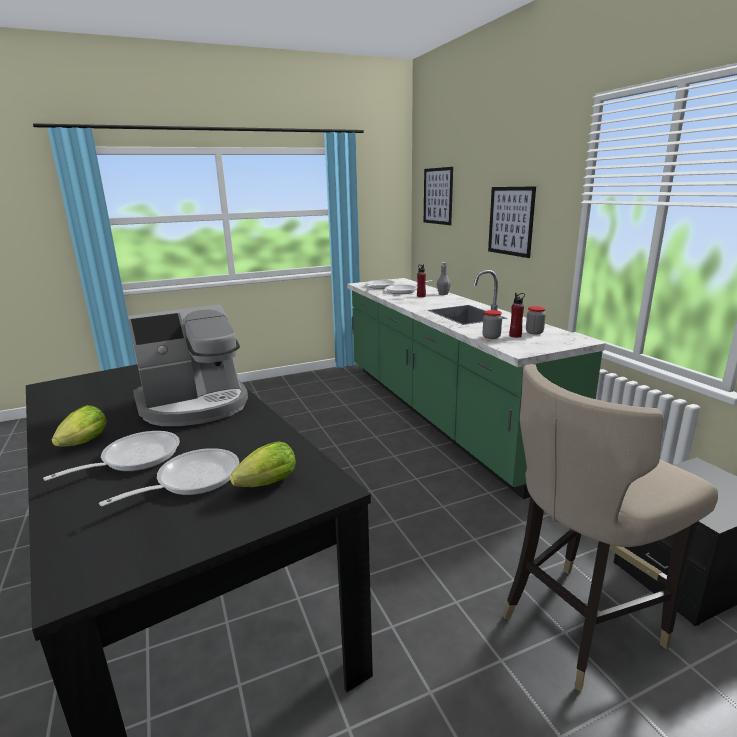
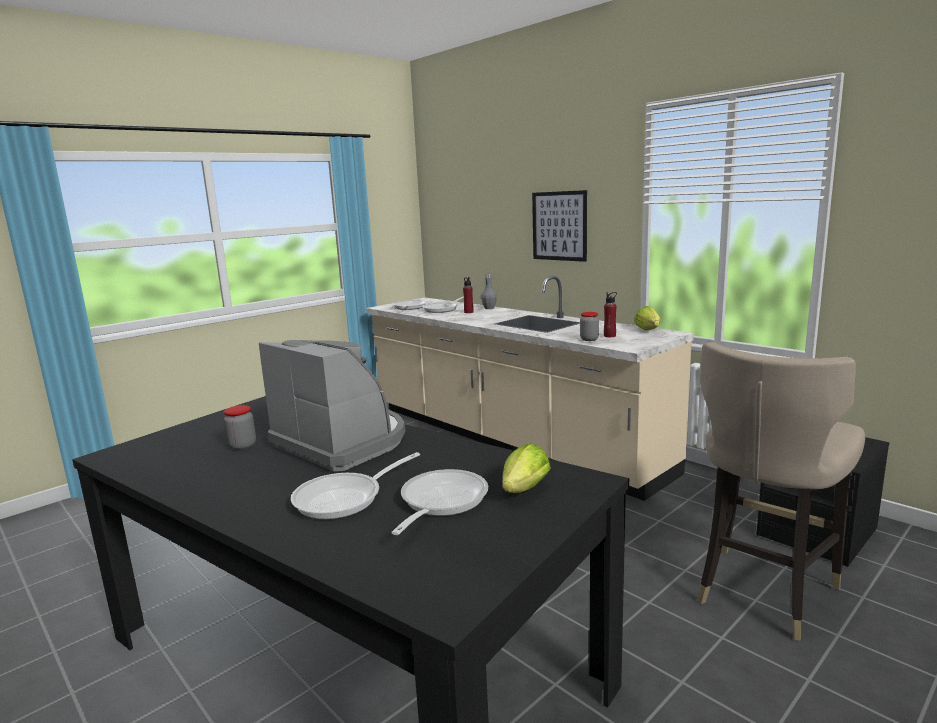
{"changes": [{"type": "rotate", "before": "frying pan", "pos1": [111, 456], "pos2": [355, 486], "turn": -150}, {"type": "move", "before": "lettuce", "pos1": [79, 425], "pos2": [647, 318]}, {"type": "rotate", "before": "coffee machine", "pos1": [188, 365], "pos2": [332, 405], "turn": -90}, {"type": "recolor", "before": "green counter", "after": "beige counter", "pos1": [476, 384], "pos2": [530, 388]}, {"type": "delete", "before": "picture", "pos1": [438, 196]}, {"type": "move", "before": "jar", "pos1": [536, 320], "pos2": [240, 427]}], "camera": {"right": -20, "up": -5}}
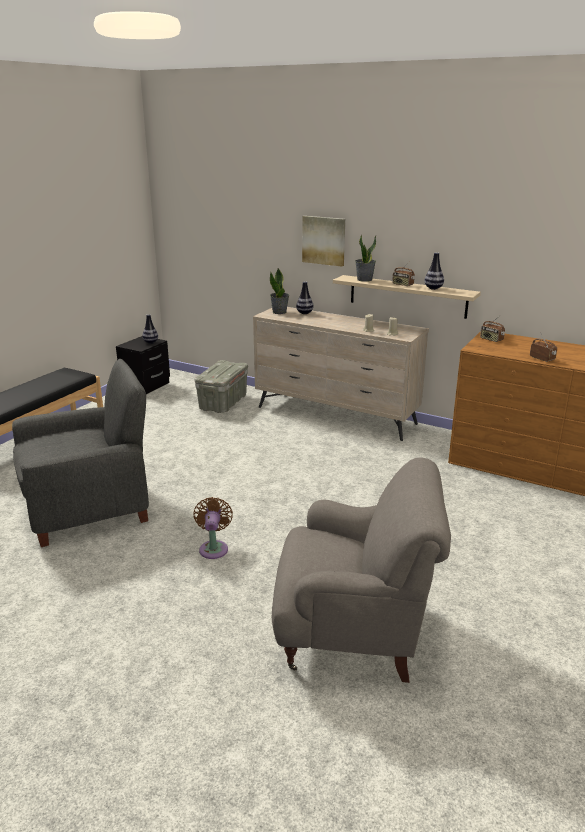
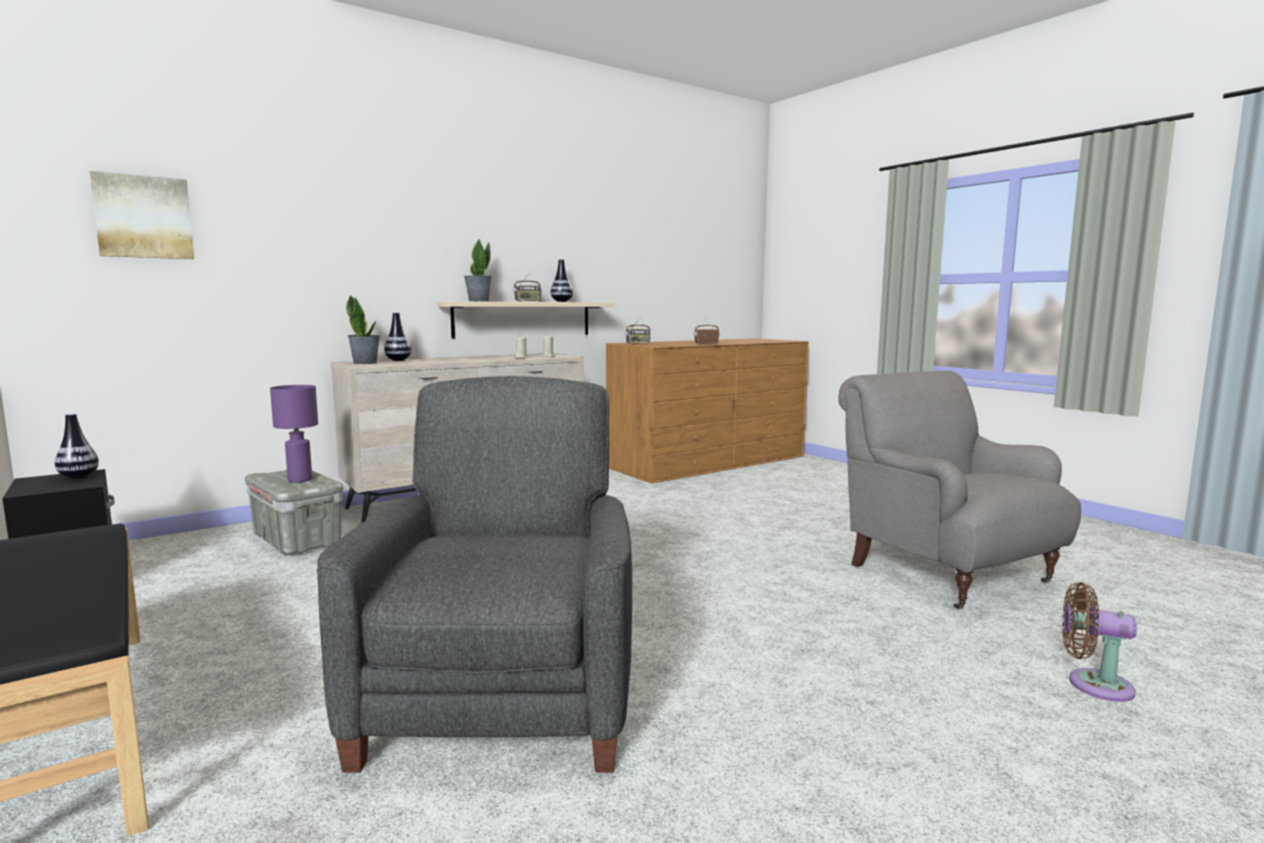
{"changes": [{"type": "move", "before": "brown fan", "pos1": [213, 528], "pos2": [1099, 642]}, {"type": "rotate", "before": "grey armchair", "pos1": [361, 570], "pos2": [960, 489], "turn": -60}, {"type": "move", "before": "picture", "pos1": [323, 241], "pos2": [142, 215]}, {"type": "insert", "after": "purple table lamp", "pos2": [294, 434]}], "camera": {"right": -65, "up": -15}}
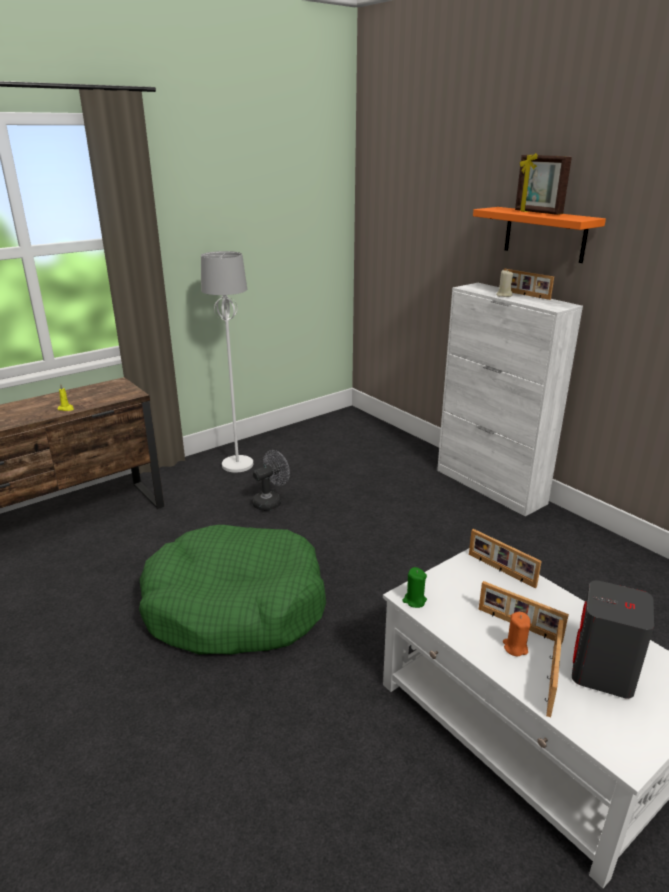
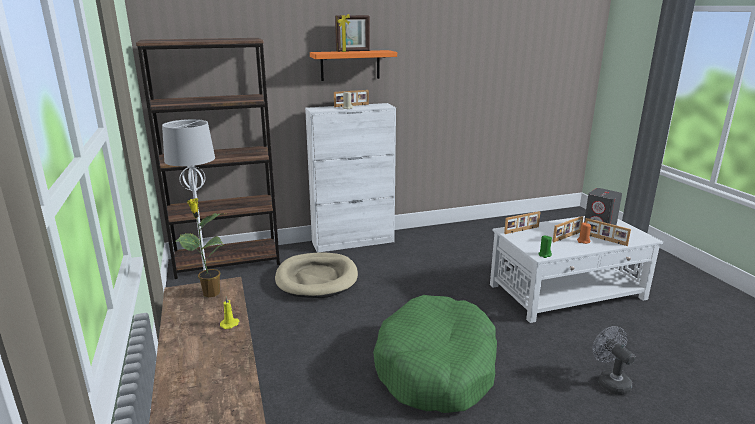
{"changes": [{"type": "move", "before": "grey fan", "pos1": [271, 480], "pos2": [613, 360]}, {"type": "insert", "after": "brown bookcase", "pos2": [208, 158]}, {"type": "insert", "after": "potted plant", "pos2": [201, 248]}, {"type": "insert", "after": "beige dog bed", "pos2": [316, 275]}], "camera": {"right": -70, "up": -5}}
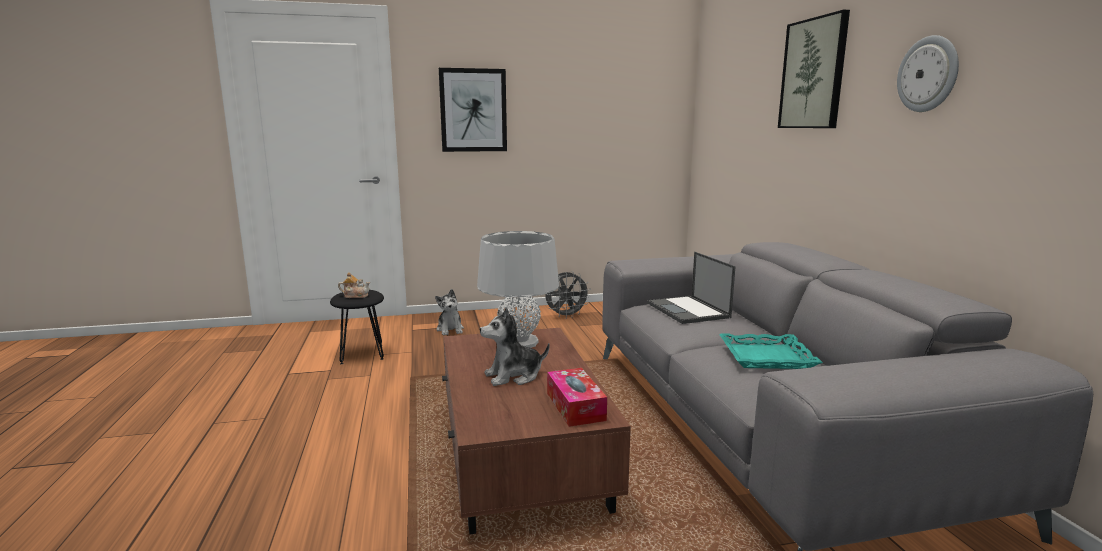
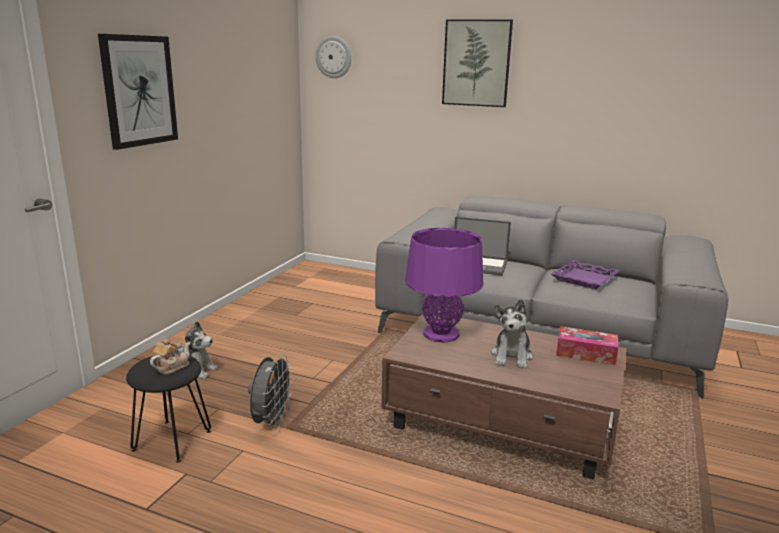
{"changes": [{"type": "recolor", "before": "grey table lamp", "after": "purple table lamp", "pos1": [518, 289], "pos2": [444, 285]}, {"type": "move", "before": "grey fan", "pos1": [568, 295], "pos2": [271, 392]}, {"type": "recolor", "before": "turquoise tray", "after": "purple tray", "pos1": [771, 351], "pos2": [585, 274]}, {"type": "move", "before": "wall clock", "pos1": [928, 73], "pos2": [333, 57]}], "camera": {"right": -55, "up": 5}}
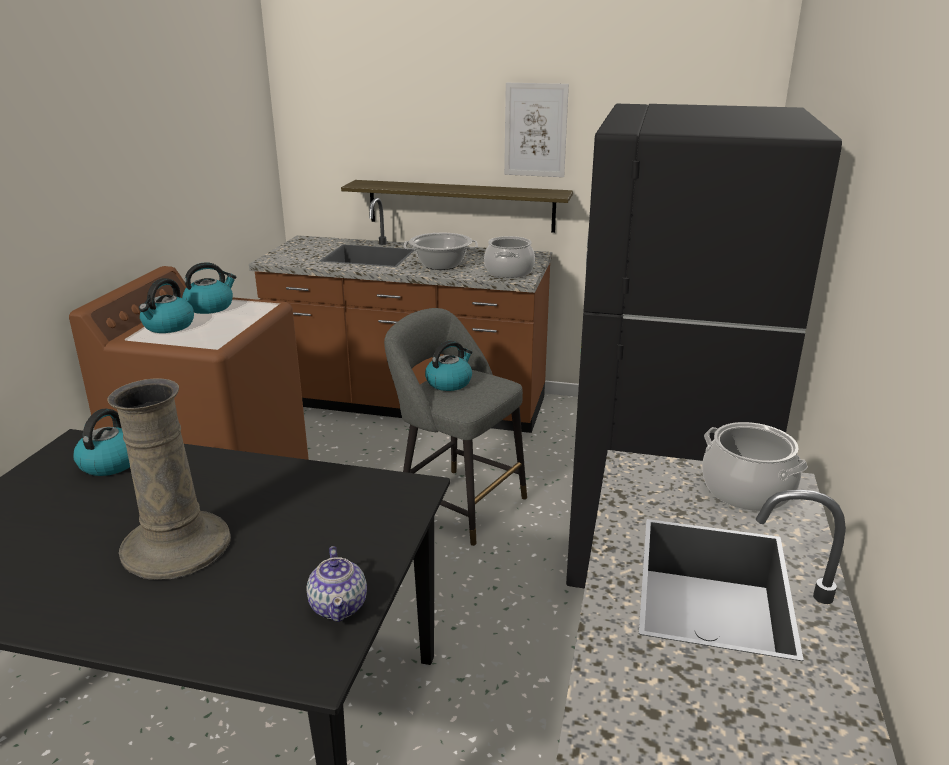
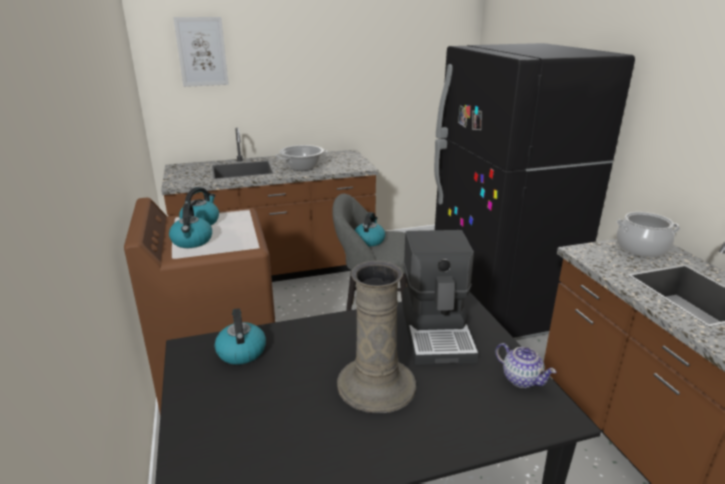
{"changes": [{"type": "delete", "before": "shelf", "pos1": [457, 206]}, {"type": "delete", "before": "cooking pot", "pos1": [509, 257]}, {"type": "move", "before": "picture", "pos1": [536, 130], "pos2": [201, 52]}, {"type": "insert", "after": "coffee machine", "pos2": [440, 297]}], "camera": {"right": -30, "up": 0}}
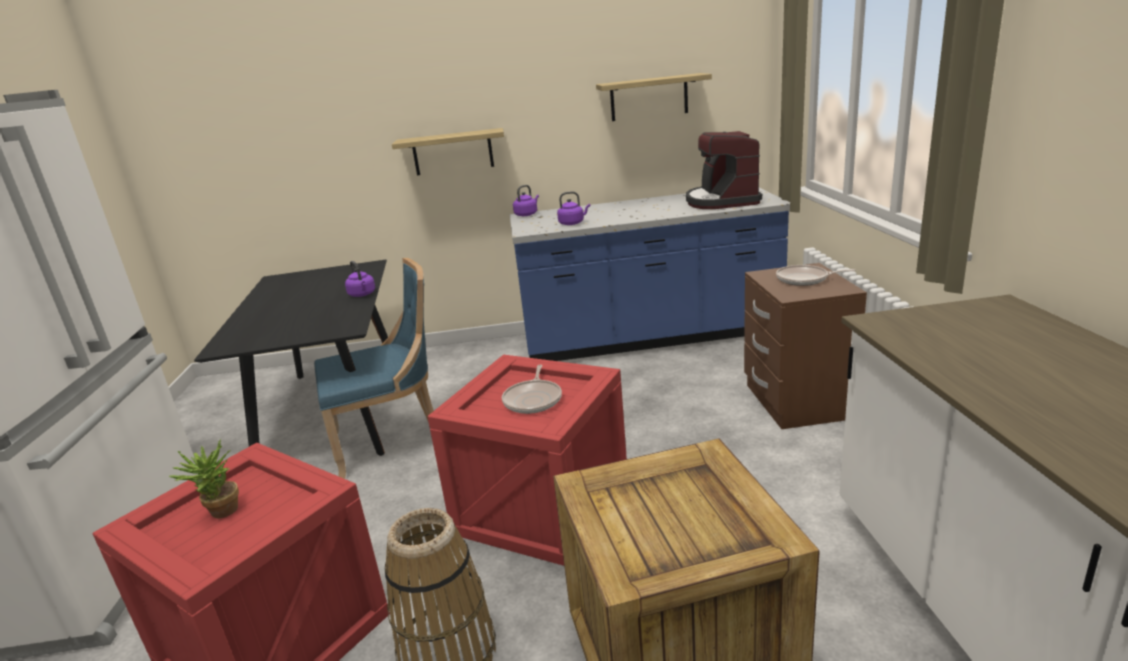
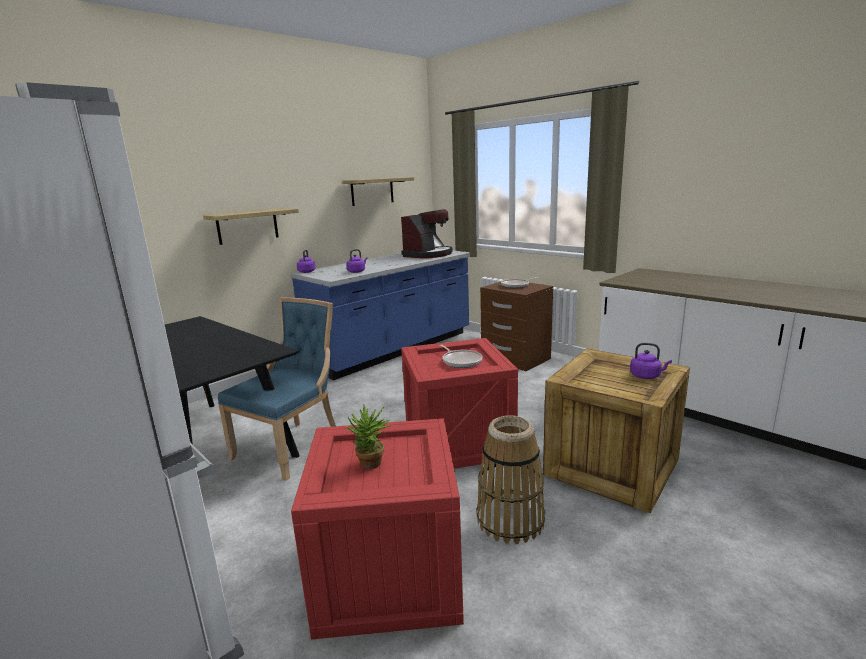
{"changes": [{"type": "move", "before": "purple kettle", "pos1": [360, 279], "pos2": [651, 361]}, {"type": "rotate", "before": "coffee machine", "pos1": [724, 170], "pos2": [427, 233], "turn": -105}], "camera": {"right": -40, "up": -5}}
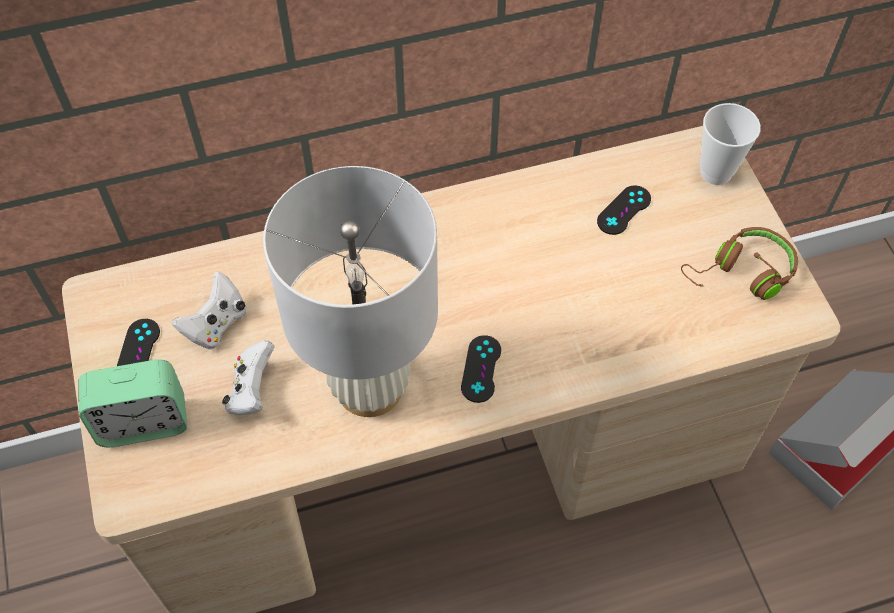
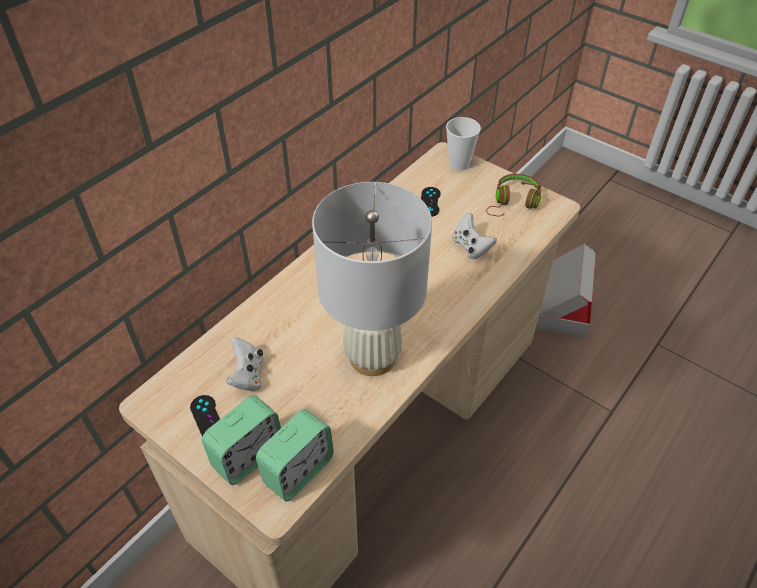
{"changes": [{"type": "move", "before": "white game controller", "pos1": [248, 377], "pos2": [474, 236]}, {"type": "delete", "before": "black game controller", "pos1": [481, 369]}, {"type": "insert", "after": "alarm clock", "pos2": [295, 455]}], "camera": {"right": -35, "up": -10}}
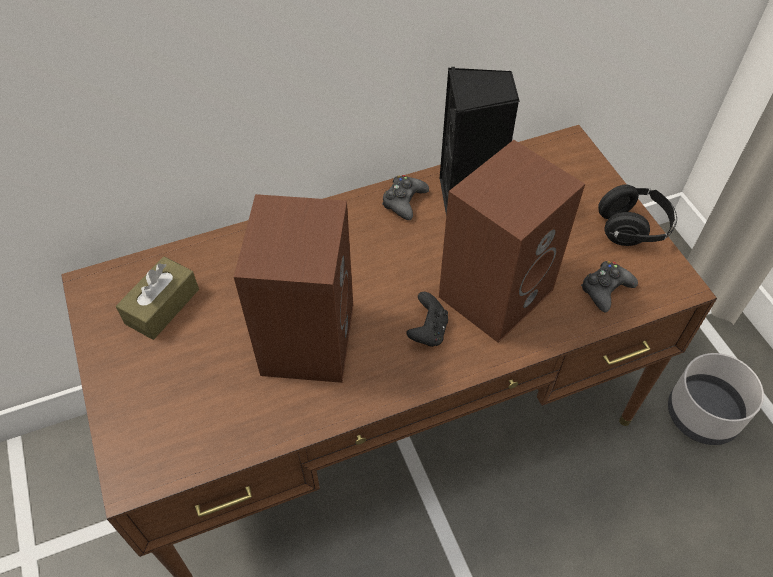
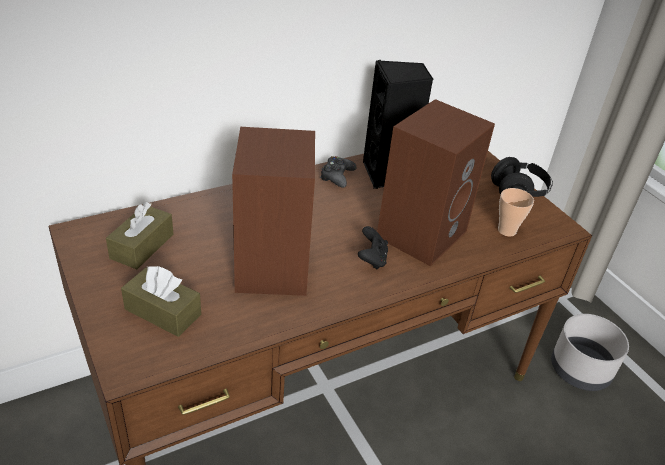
{"changes": [{"type": "replace", "before": "black game controller", "after": "cup", "pos1": [609, 286], "pos2": [516, 212]}, {"type": "insert", "after": "brown tissue box", "pos2": [161, 301]}], "camera": {"right": -10, "up": -15}}
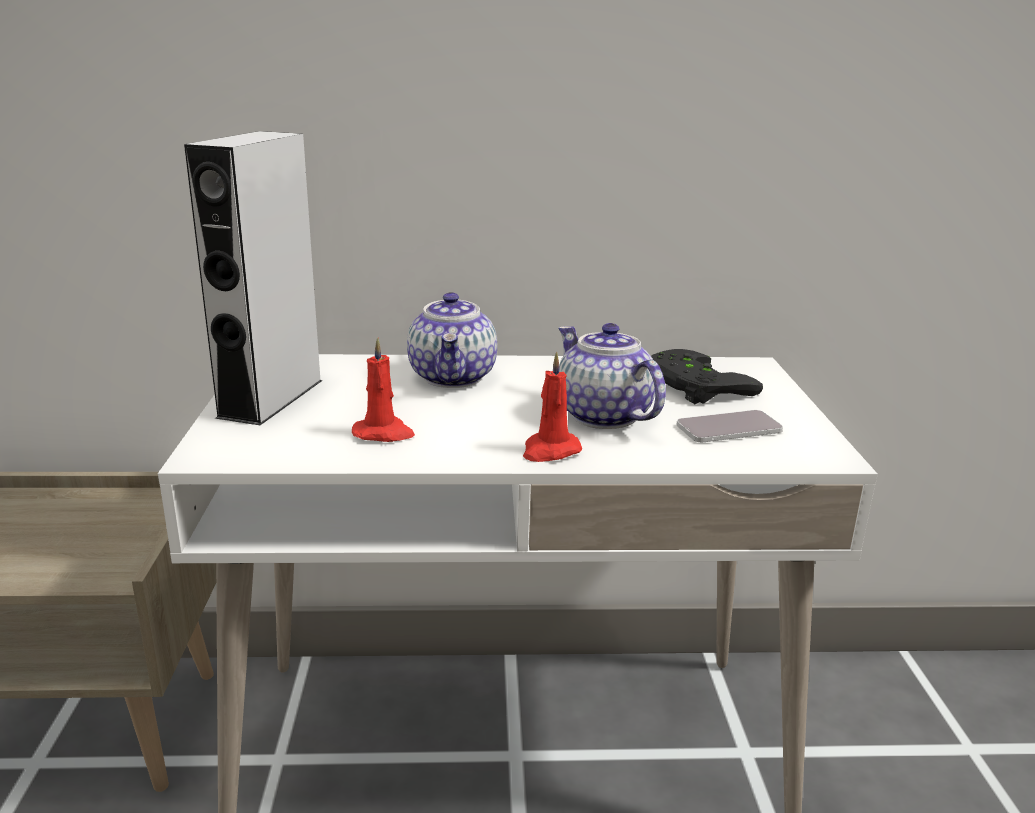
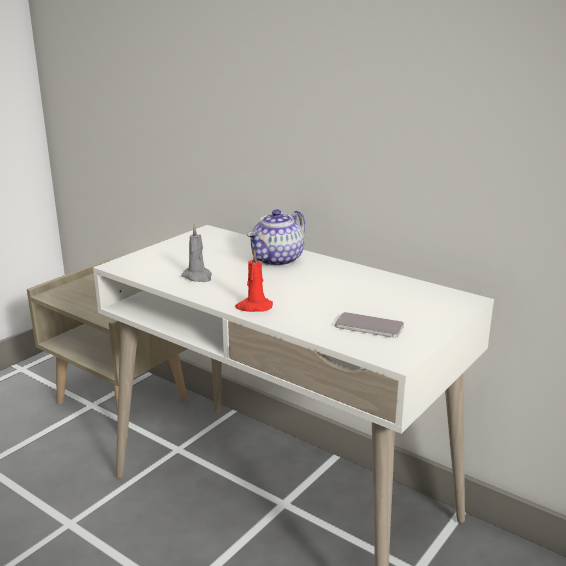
{"changes": [{"type": "delete", "before": "grey speaker", "pos1": [253, 278]}, {"type": "recolor", "before": "red candle", "after": "grey candle", "pos1": [383, 389], "pos2": [196, 253]}, {"type": "delete", "before": "teapot", "pos1": [612, 376]}, {"type": "delete", "before": "black game controller", "pos1": [707, 376]}], "camera": {"right": 40, "up": 0}}
